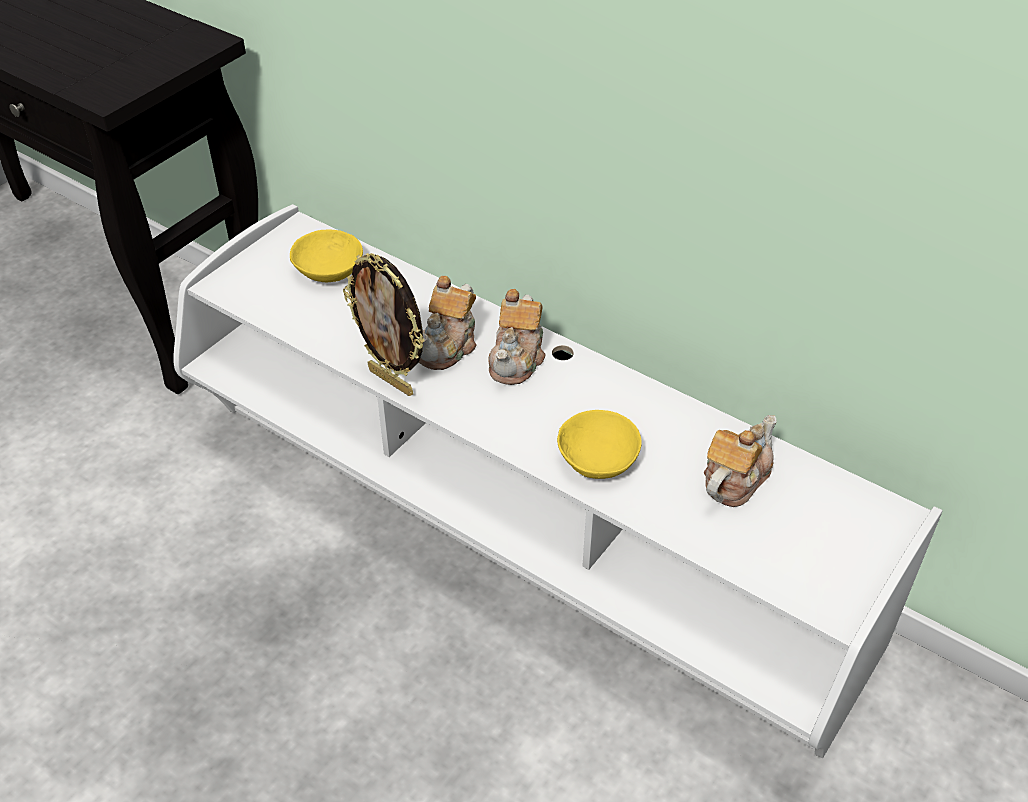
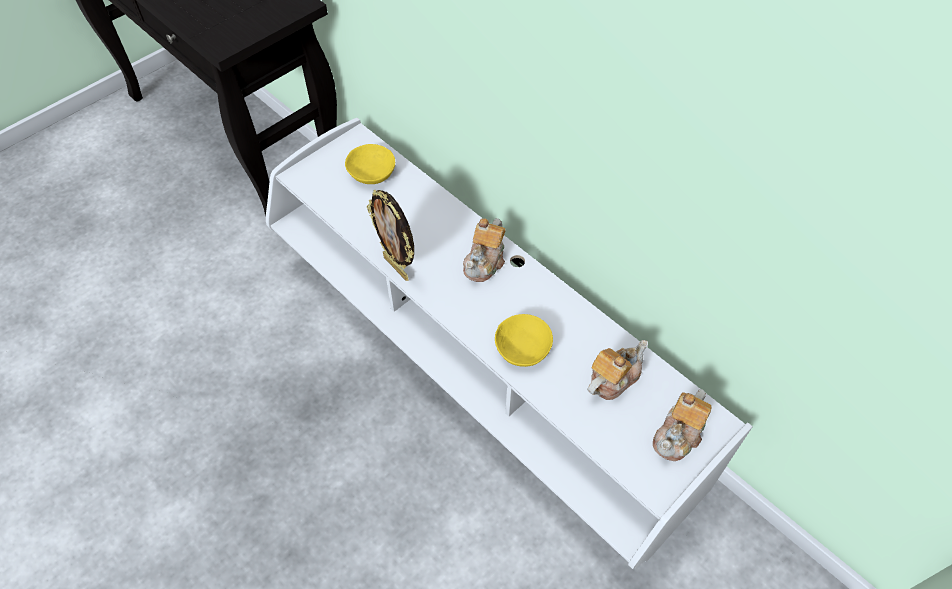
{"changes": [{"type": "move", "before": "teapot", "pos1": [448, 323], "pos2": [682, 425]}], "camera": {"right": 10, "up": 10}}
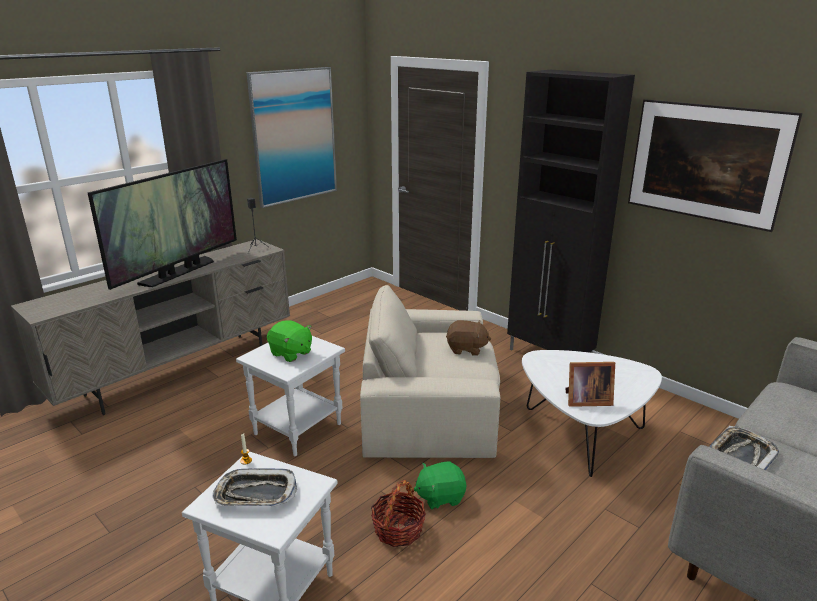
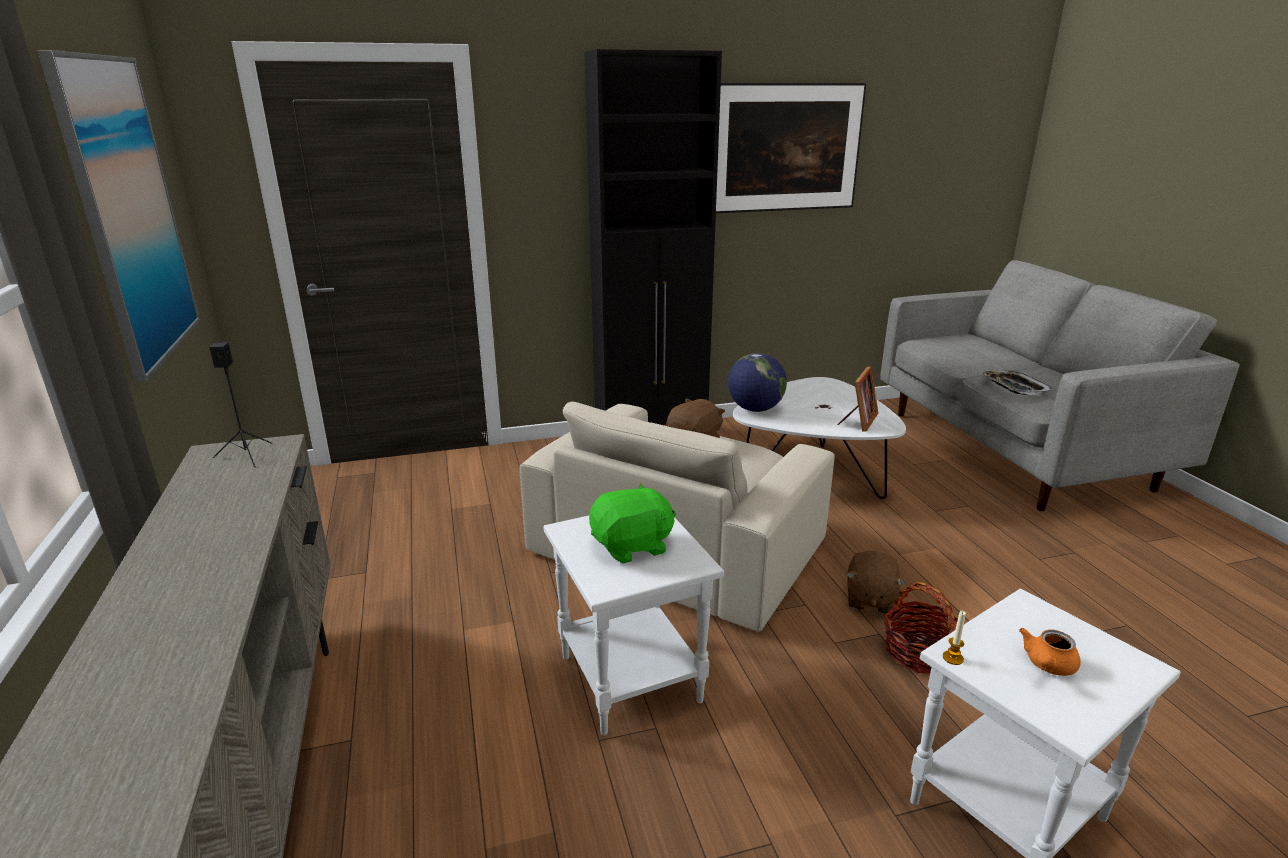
{"changes": [{"type": "delete", "before": "television", "pos1": [162, 224]}, {"type": "replace", "before": "tray", "after": "orange teapot", "pos1": [254, 487], "pos2": [1050, 652]}, {"type": "recolor", "before": "green plush toy", "after": "brown plush toy", "pos1": [440, 485], "pos2": [876, 582]}, {"type": "insert", "after": "globe", "pos2": [757, 382]}], "camera": {"right": -60, "up": 0}}
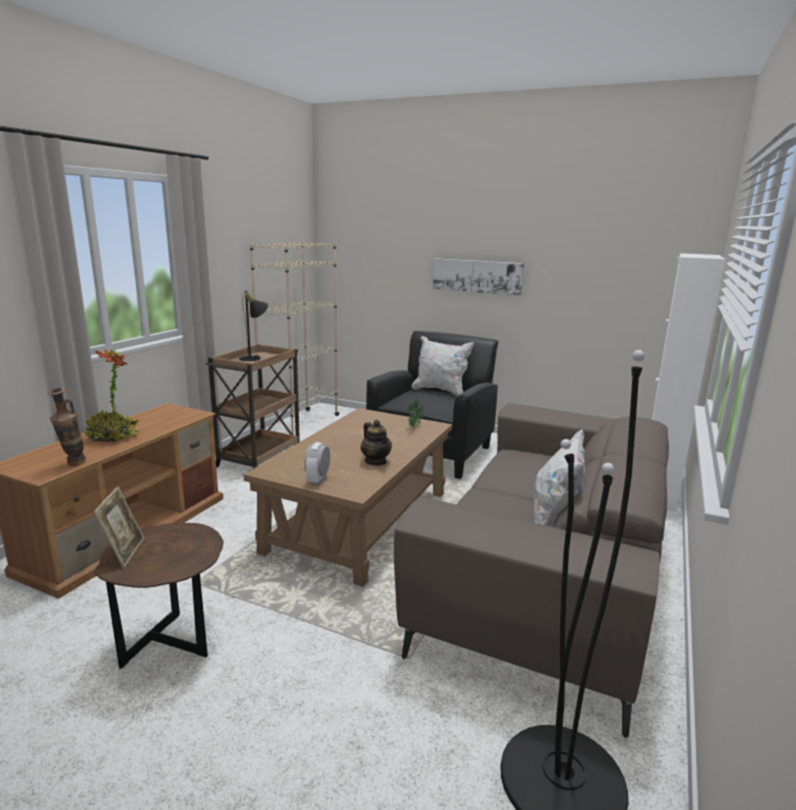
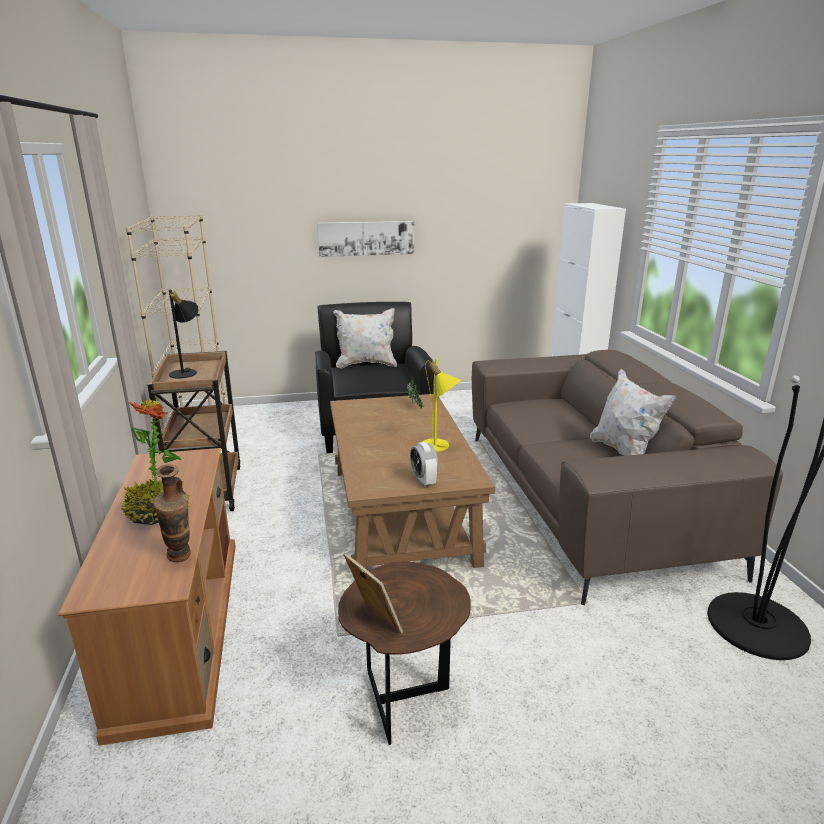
{"changes": [{"type": "replace", "before": "teapot", "after": "yellow table lamp", "pos1": [376, 443], "pos2": [441, 405]}], "camera": {"right": -35, "up": 5}}
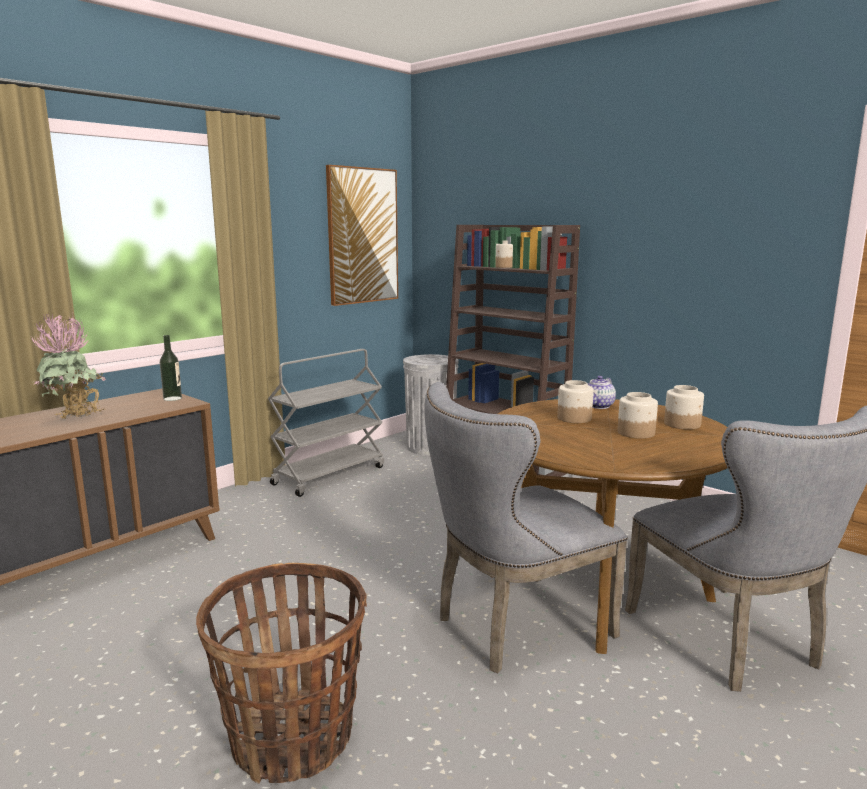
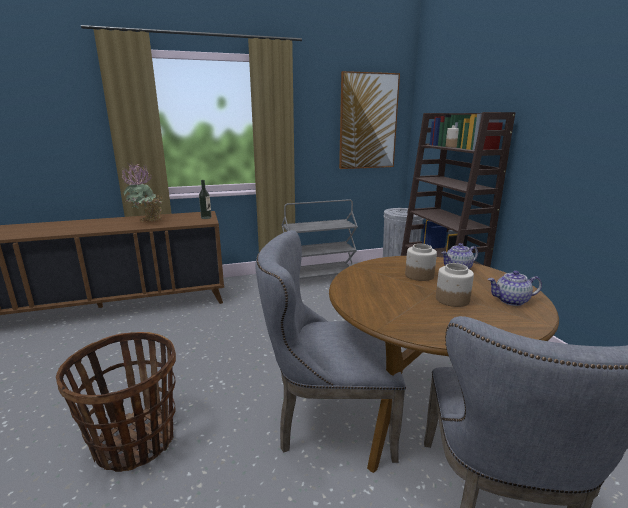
{"changes": [{"type": "replace", "before": "jar", "after": "teapot", "pos1": [684, 407], "pos2": [515, 288]}], "camera": {"right": 30, "up": 5}}
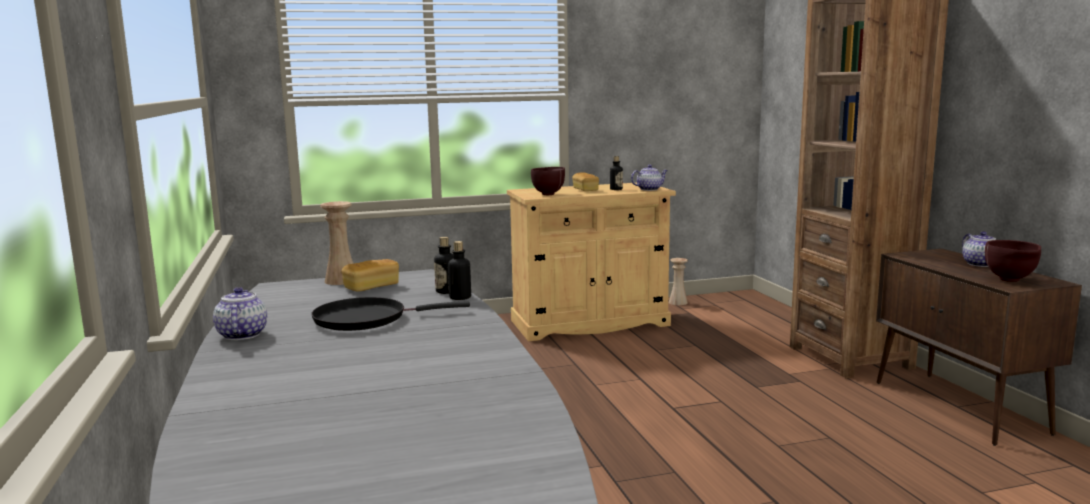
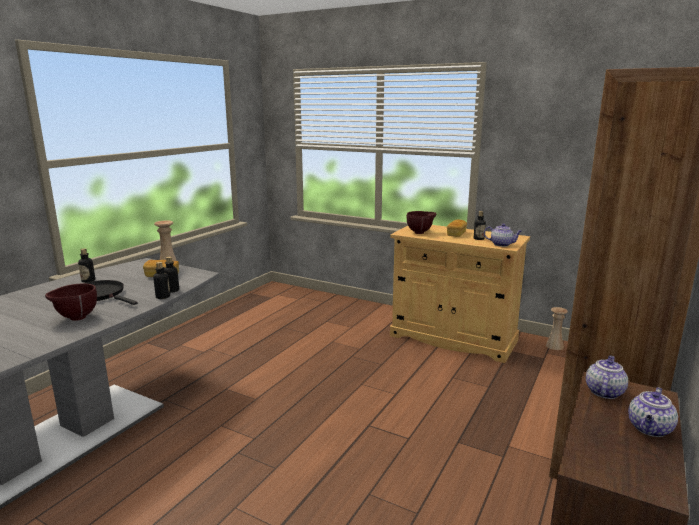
{"changes": [{"type": "move", "before": "teapot", "pos1": [240, 313], "pos2": [607, 377]}, {"type": "move", "before": "brown bowl", "pos1": [1013, 261], "pos2": [71, 302]}, {"type": "insert", "after": "bottle", "pos2": [86, 265]}], "camera": {"right": 45, "up": 5}}
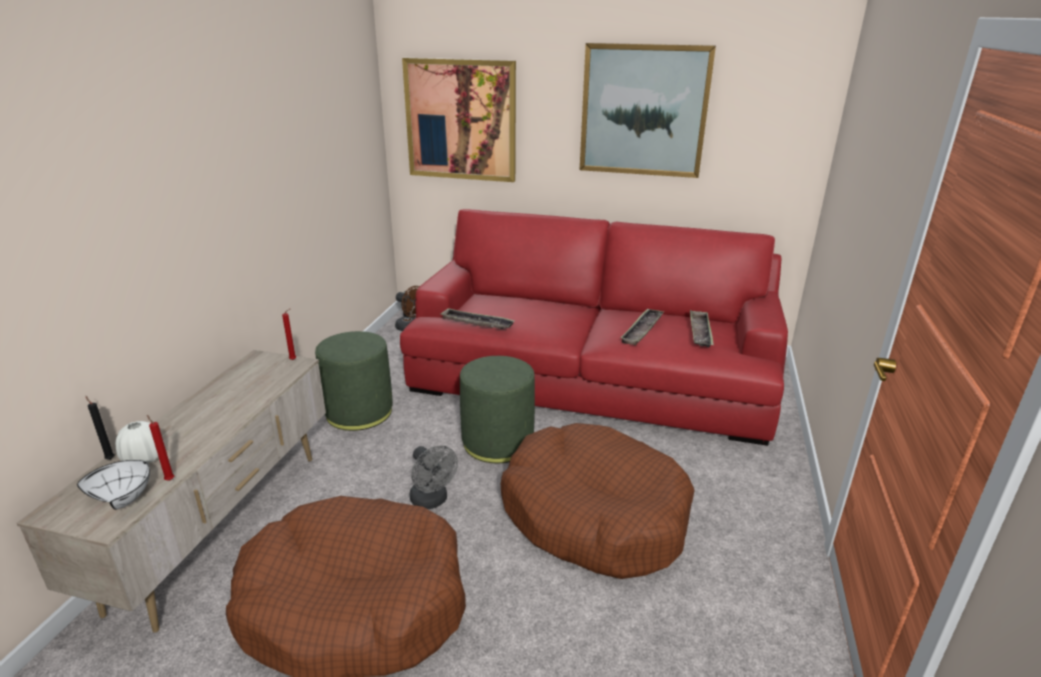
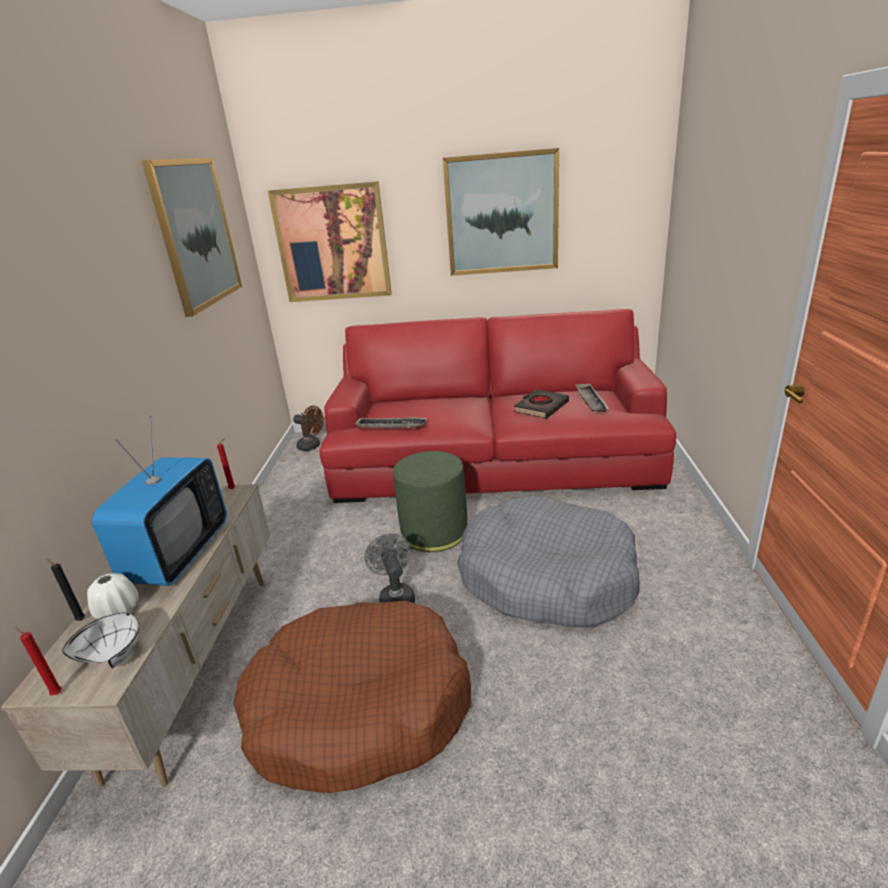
{"changes": [{"type": "move", "before": "red candle", "pos1": [160, 448], "pos2": [38, 661]}, {"type": "delete", "before": "green ottoman", "pos1": [354, 381]}, {"type": "rotate", "before": "grey fan", "pos1": [434, 477], "pos2": [389, 568], "turn": -150}, {"type": "recolor", "before": "brown dog bed", "after": "grey dog bed", "pos1": [598, 501], "pos2": [548, 561]}, {"type": "replace", "before": "tray", "after": "black book", "pos1": [642, 326], "pos2": [541, 404]}, {"type": "insert", "after": "television", "pos2": [159, 501]}, {"type": "insert", "after": "picture", "pos2": [192, 237]}], "camera": {"right": -10, "up": 0}}
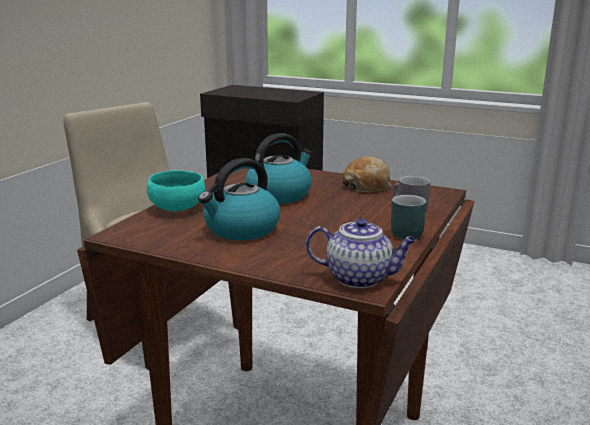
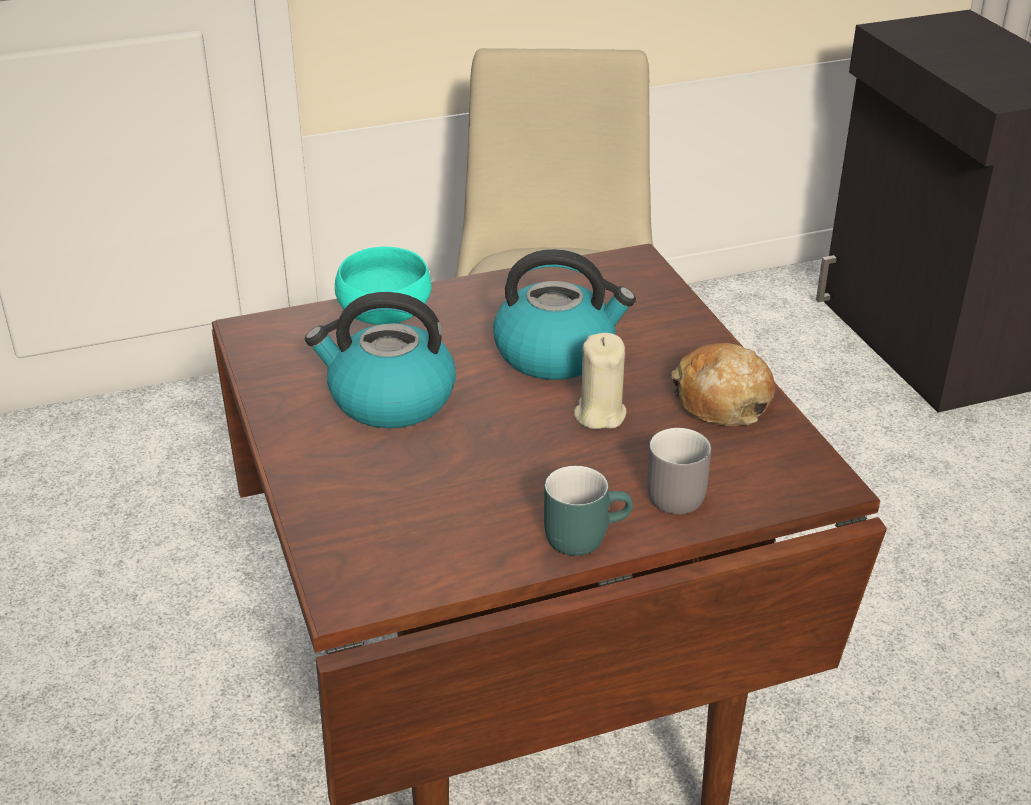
{"changes": [{"type": "delete", "before": "teapot", "pos1": [361, 253]}, {"type": "insert", "after": "beige candle", "pos2": [600, 381]}], "camera": {"right": 45, "up": 15}}
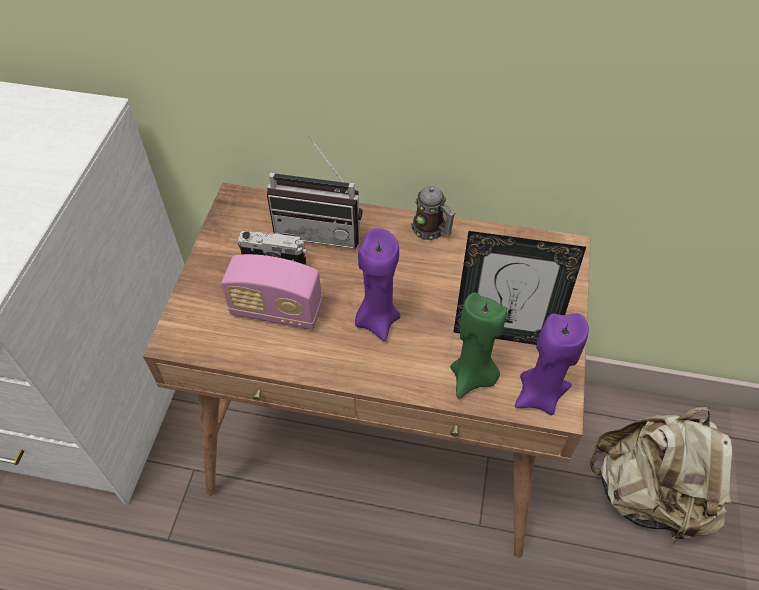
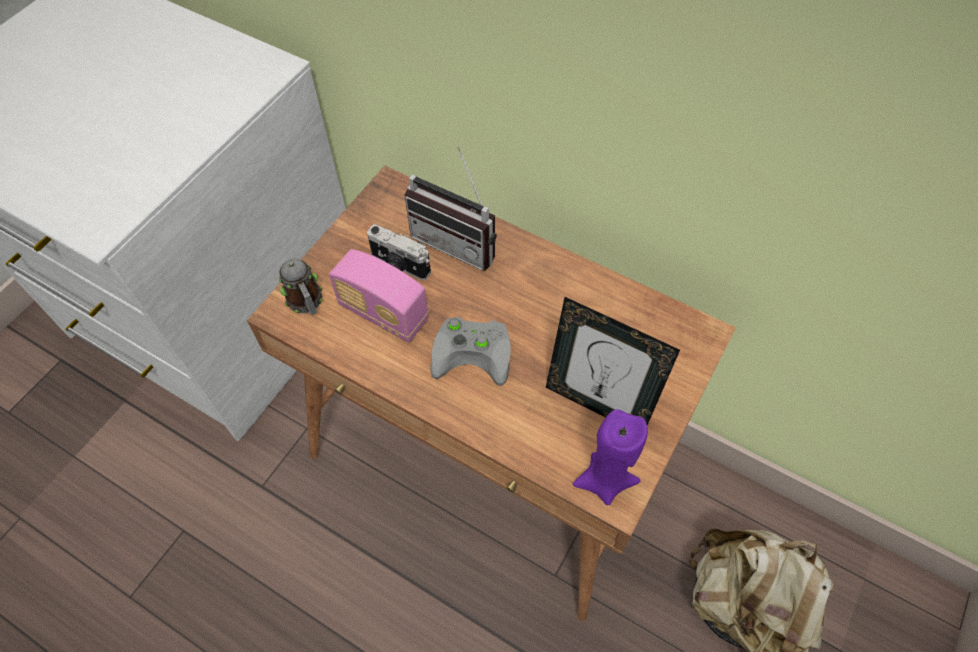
{"changes": [{"type": "replace", "before": "purple candle", "after": "grey game controller", "pos1": [377, 284], "pos2": [470, 351]}, {"type": "move", "before": "mug", "pos1": [433, 213], "pos2": [301, 287]}, {"type": "delete", "before": "green candle", "pos1": [478, 346]}], "camera": {"right": 20, "up": 5}}
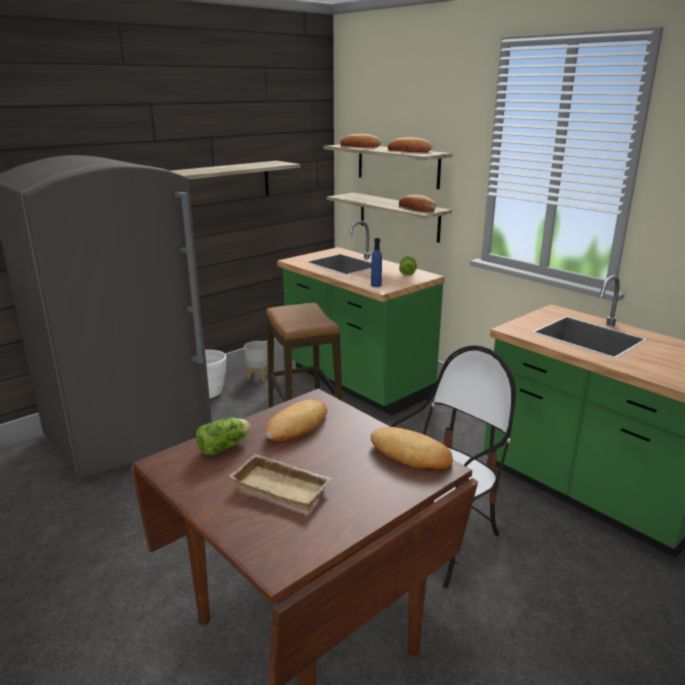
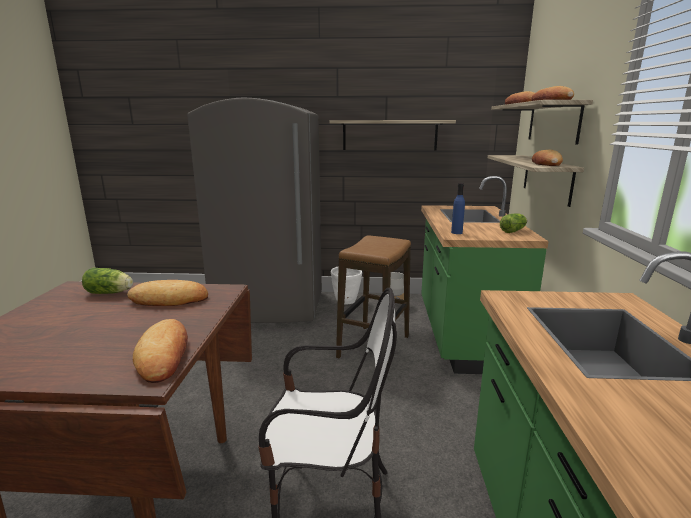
{"changes": [{"type": "delete", "before": "beige tray", "pos1": [280, 482]}], "camera": {"right": 45, "up": -5}}
